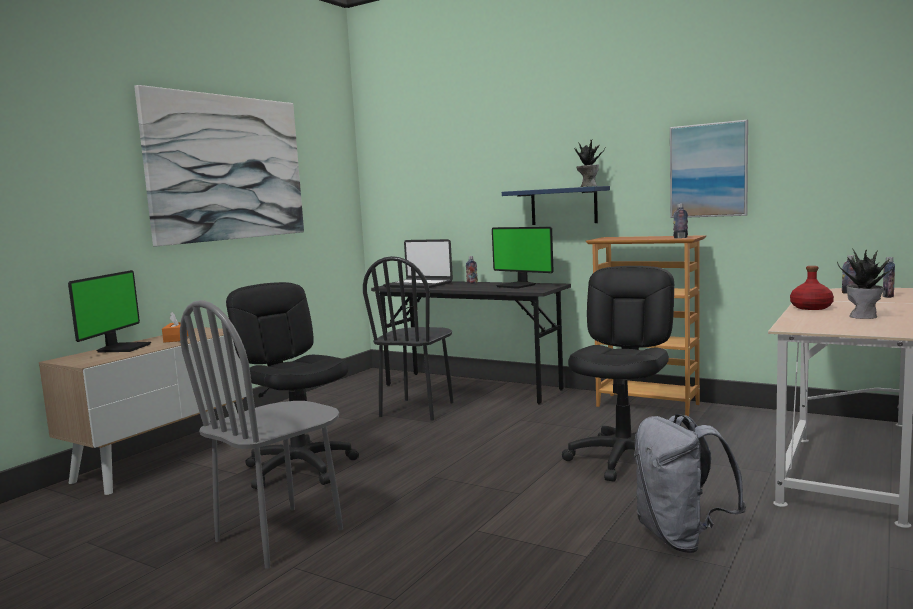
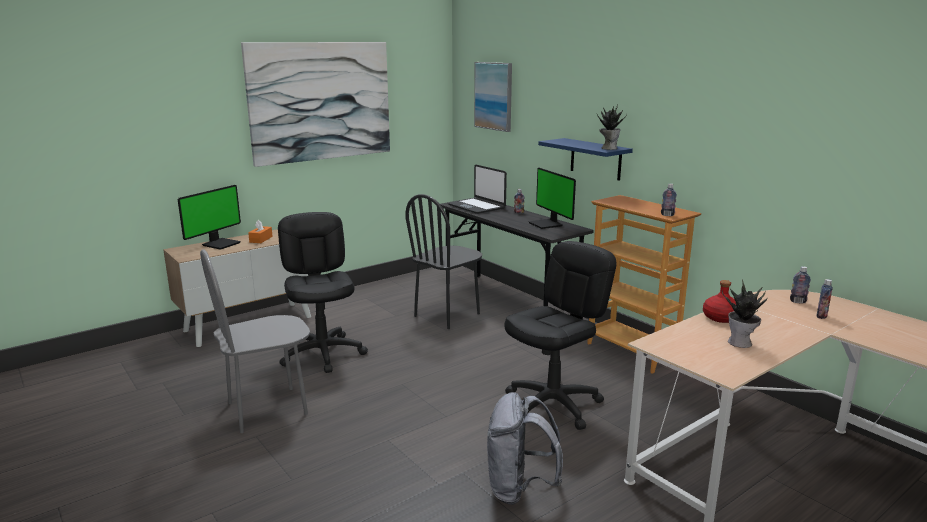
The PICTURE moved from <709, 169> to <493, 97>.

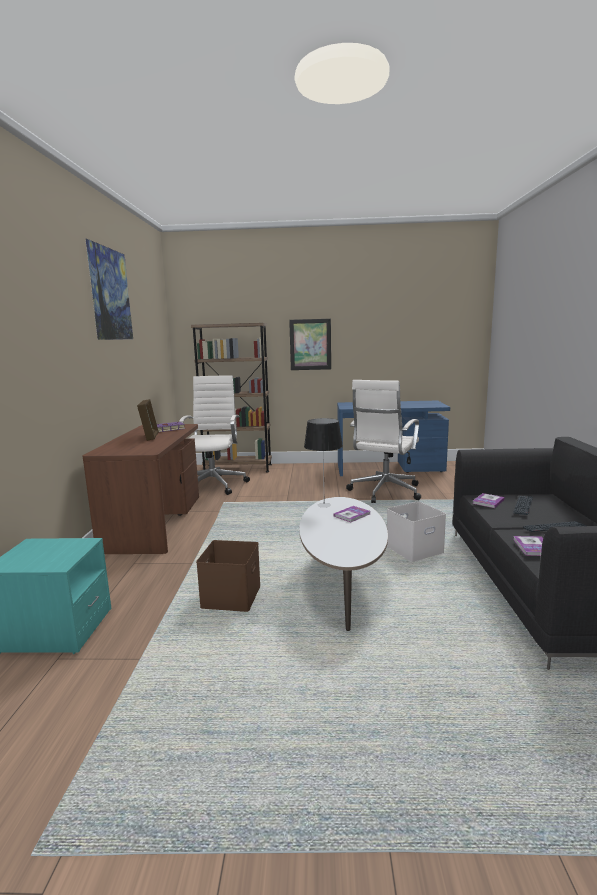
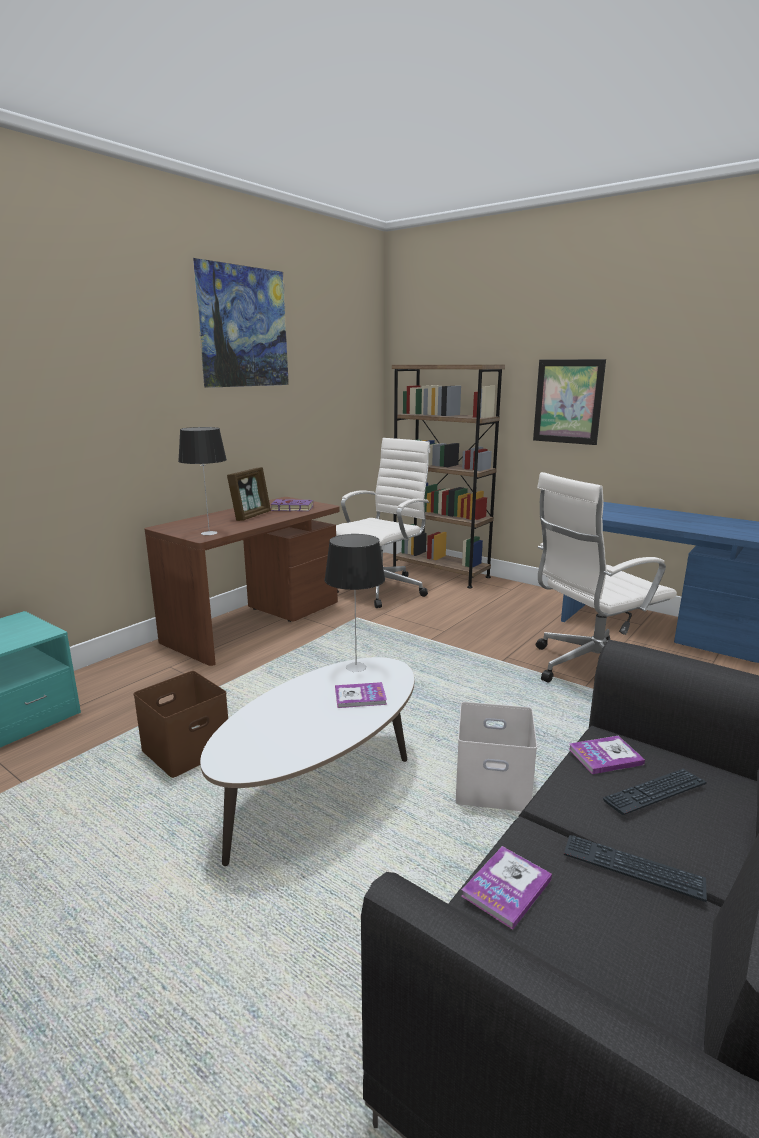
The TABLE LAMP at <202, 481> appeared.

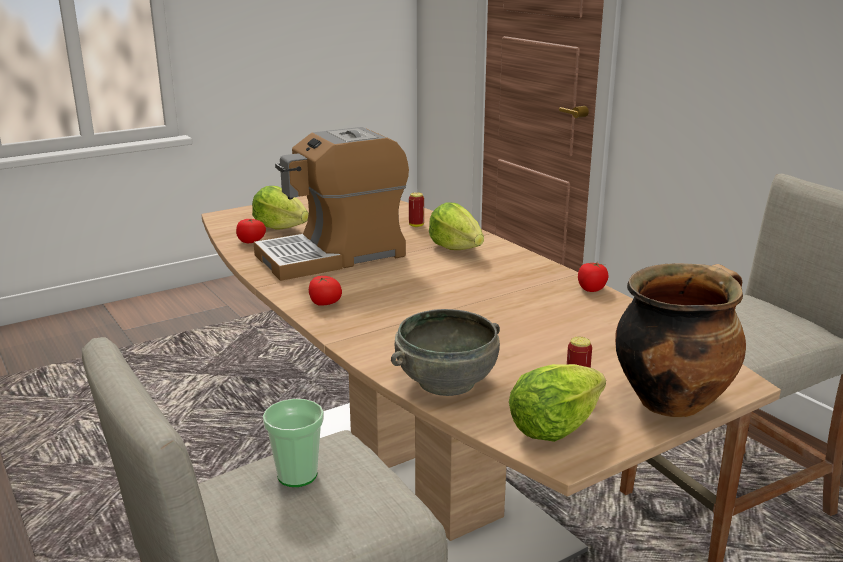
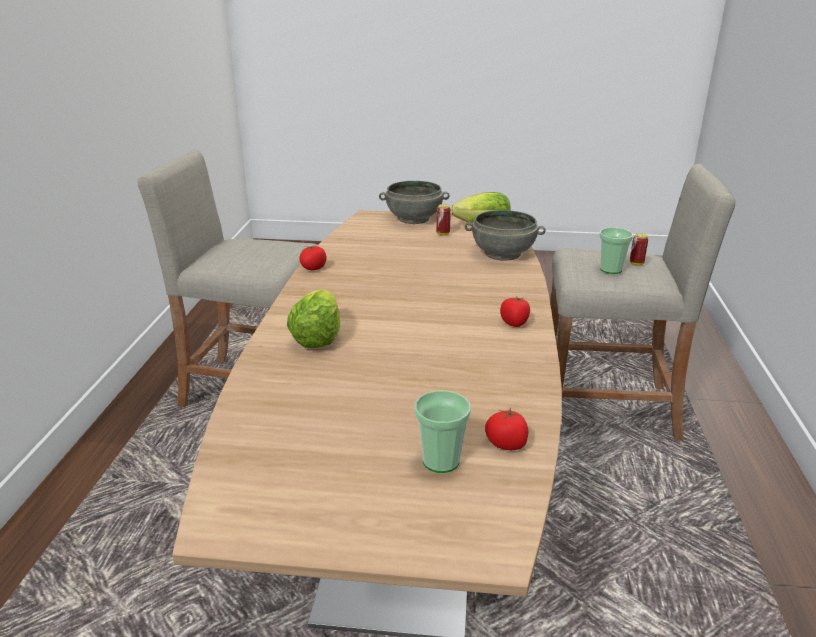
The LETTUCE at <280, 208> was replaced by the CUP at <442, 432>.
The COFFEE MACHINE at <331, 204> disappeared.
The CAN moved from <416, 209> to <639, 249>.
The COOKING POT at <680, 340> was replaced by the GREY BOWL at <414, 202>.

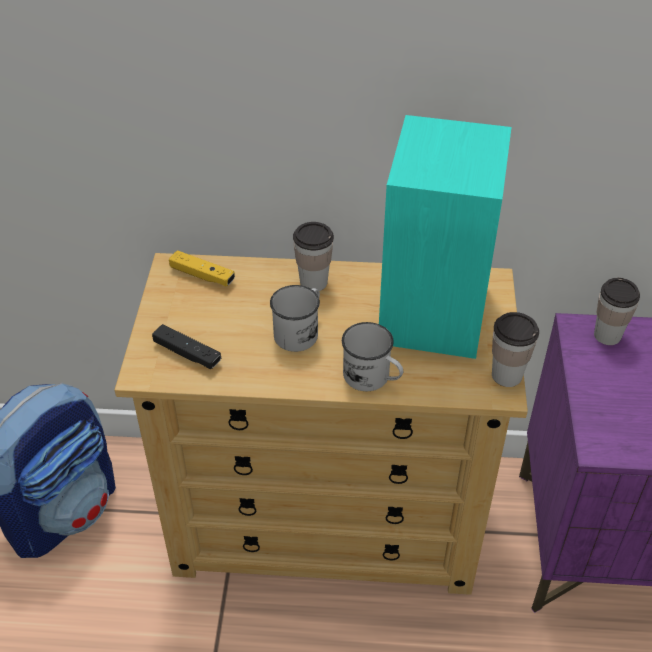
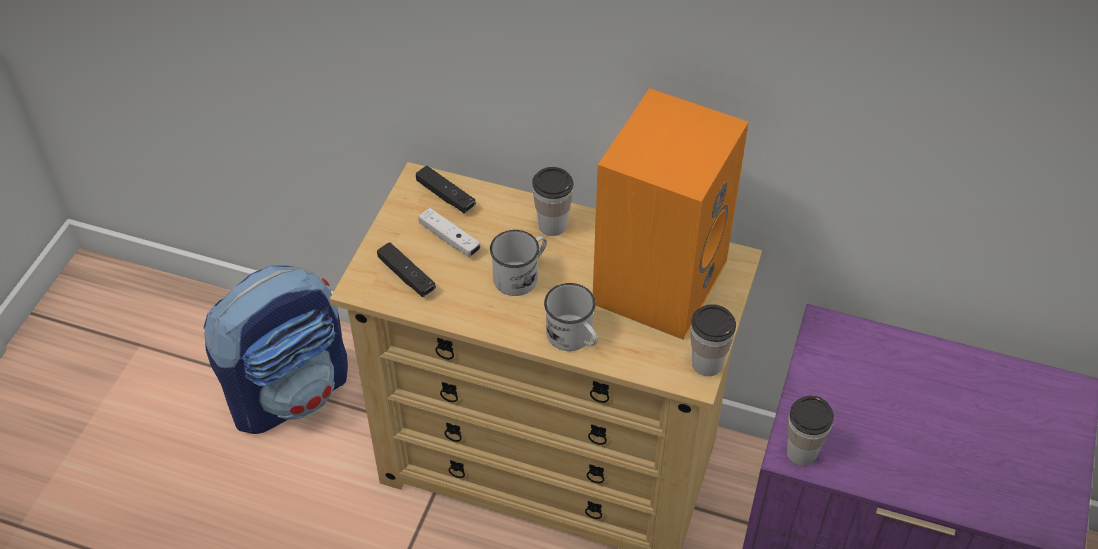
The YELLOW GAME CONTROLLER at <202, 268> became the BLACK GAME CONTROLLER at <446, 189>.
The TURQUOISE SPEAKER at <445, 237> became the ORANGE SPEAKER at <671, 214>.
The CUP moved from <617, 311> to <810, 430>.
The WHITE GAME CONTROLLER at <449, 232> appeared.

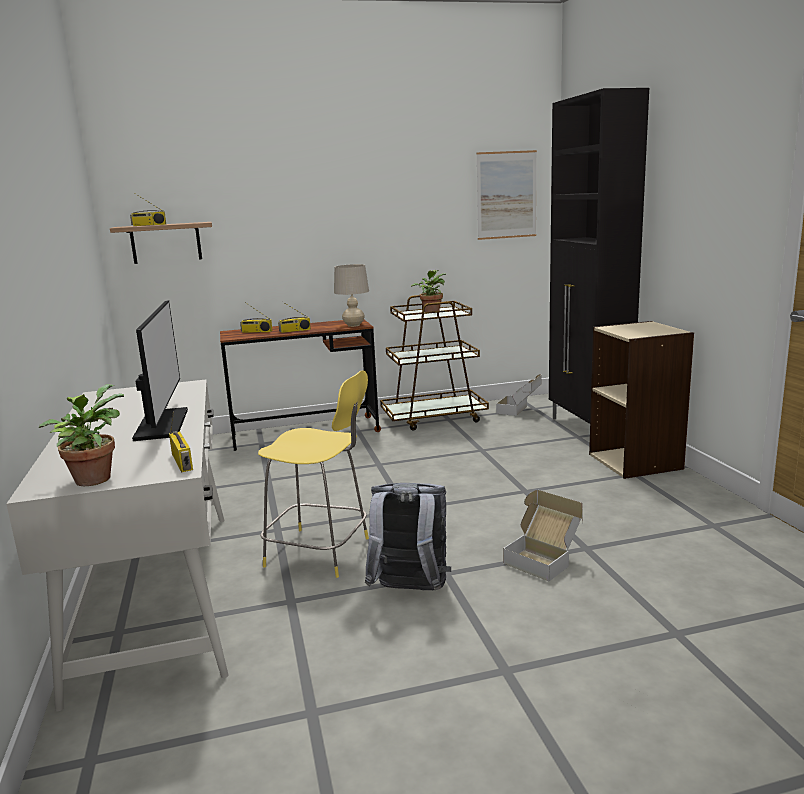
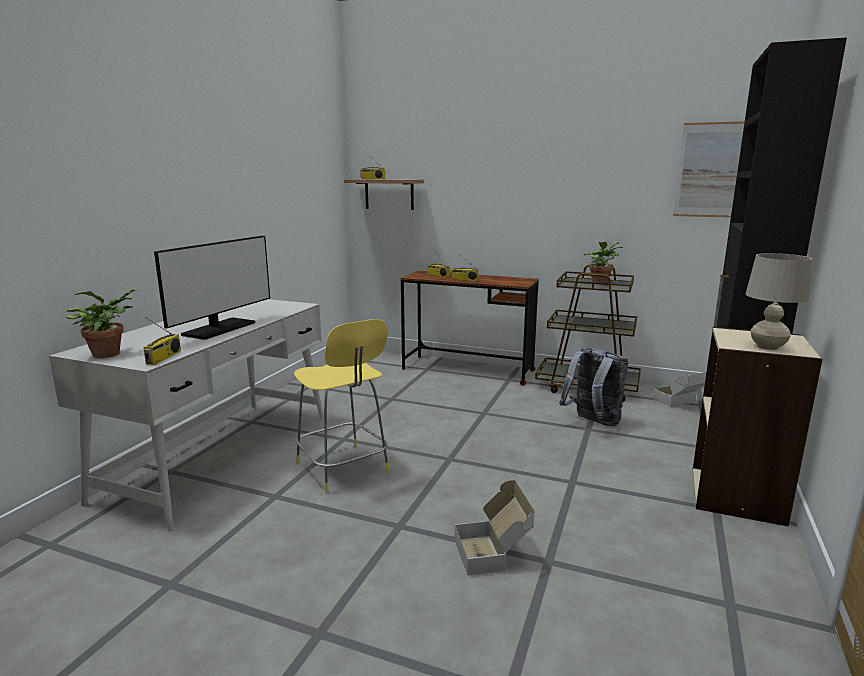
The BEIGE TABLE LAMP moved from <351, 295> to <779, 301>.
The GREY BACKPACK moved from <408, 536> to <593, 387>.

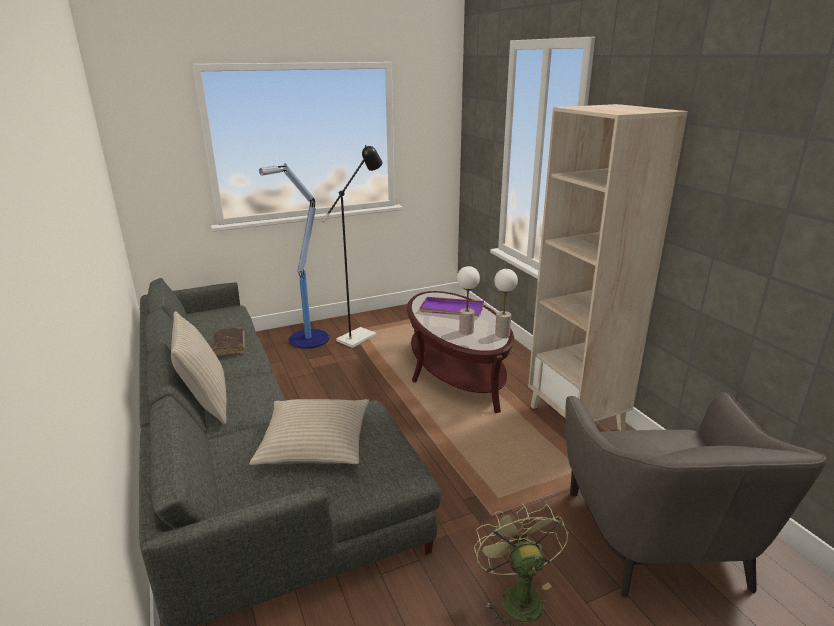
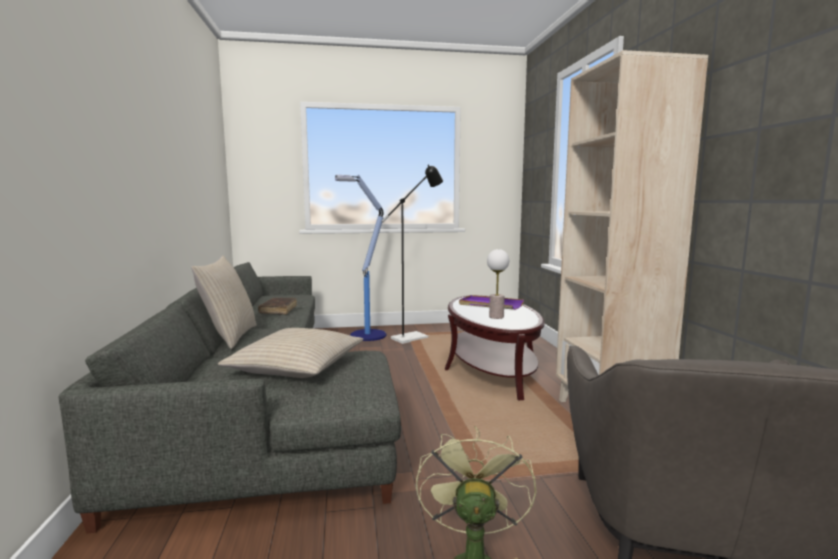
The TABLE LAMP at <506, 303> disappeared.

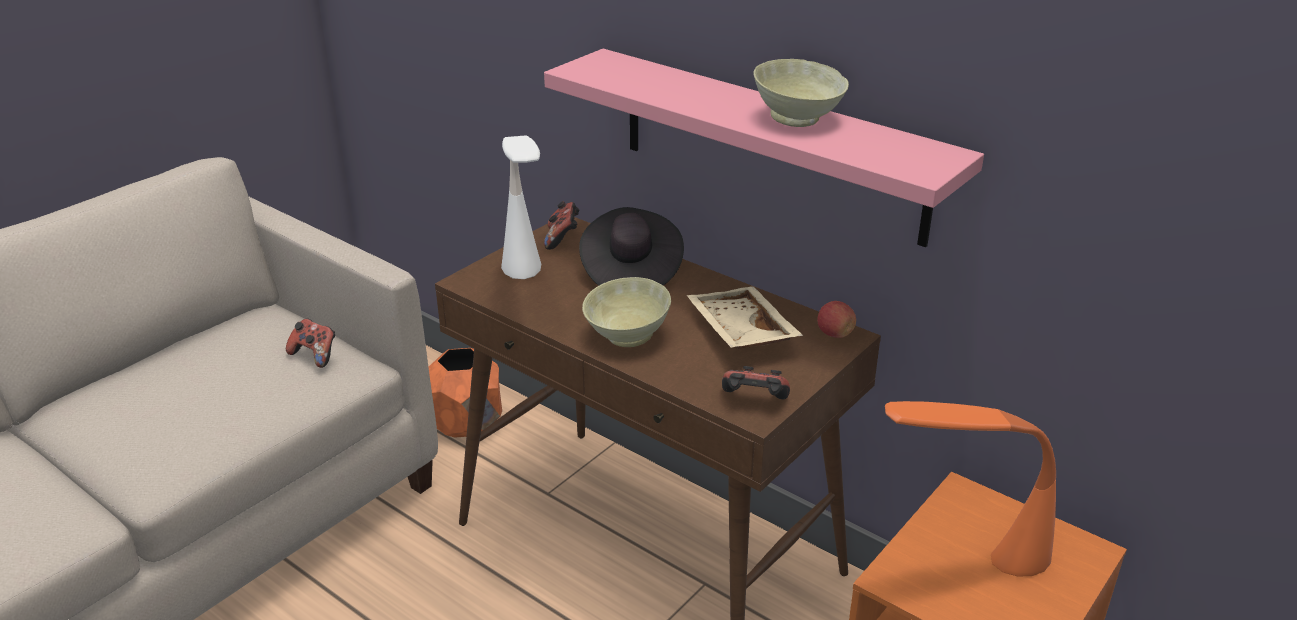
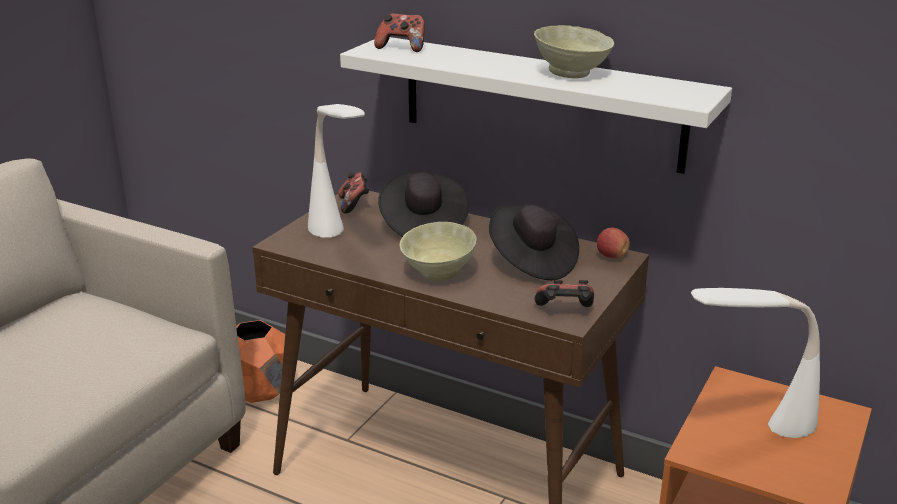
The GAME CONTROLLER moved from <310, 343> to <399, 32>.
The PINK SHELF at <764, 148> became the WHITE SHELF at <536, 105>.
The BEIGE TRAY at <744, 317> was replaced by the BLACK HAT at <534, 242>.
The ORANGE TABLE LAMP at <970, 489> became the WHITE TABLE LAMP at <755, 363>.

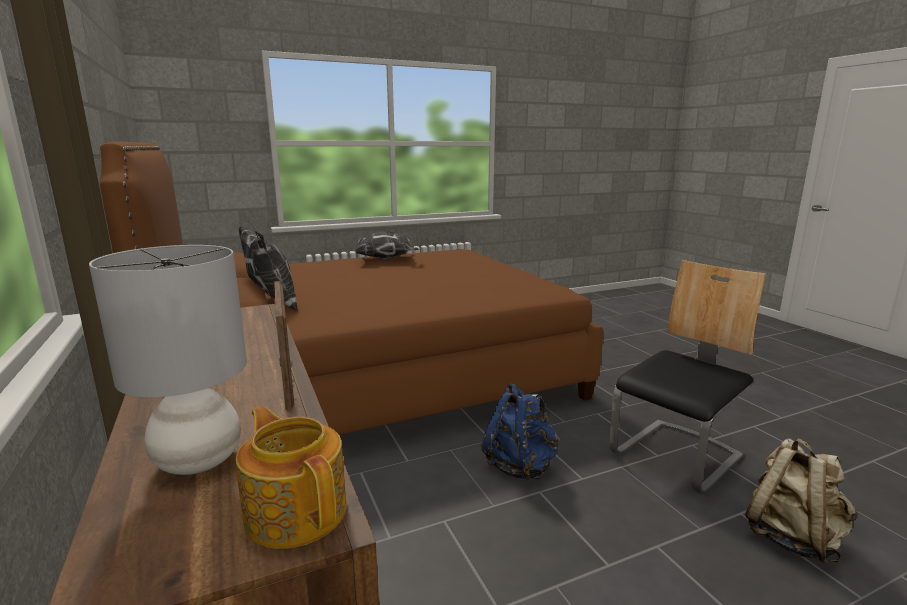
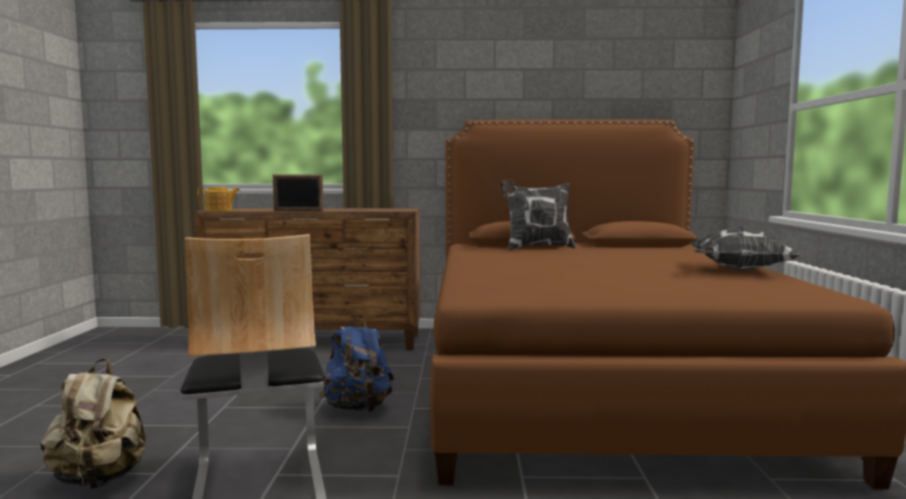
The GREY TABLE LAMP at <168, 360> disappeared.

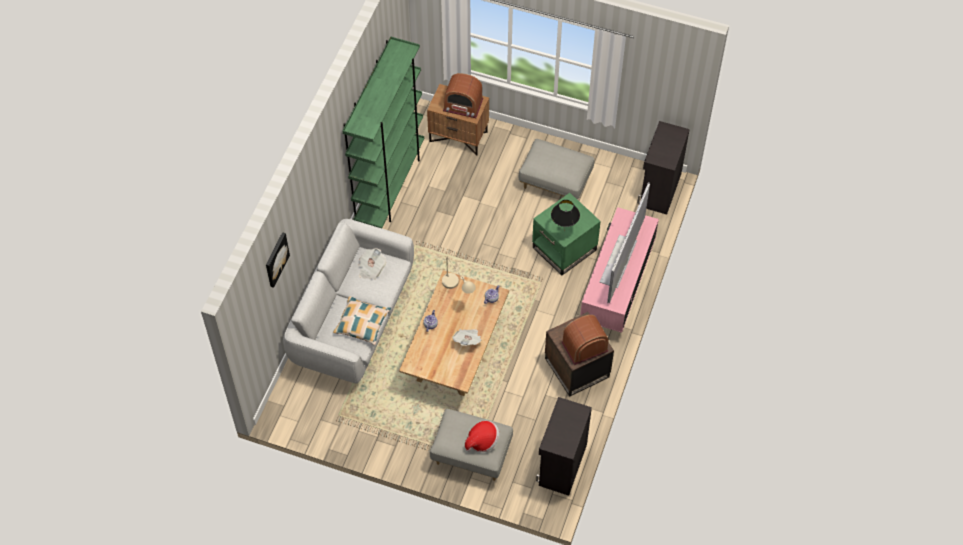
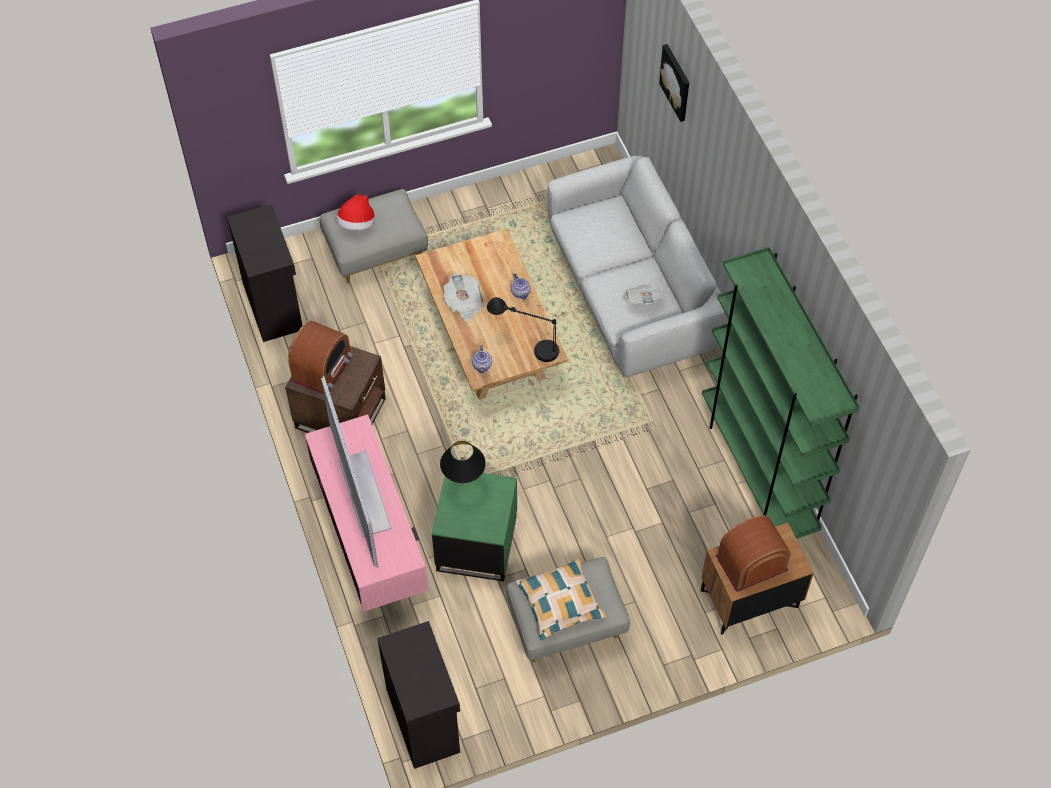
The PILLOW moved from <362, 320> to <561, 600>.
The BEIGE TABLE LAMP at <459, 275> became the BLACK TABLE LAMP at <523, 329>.

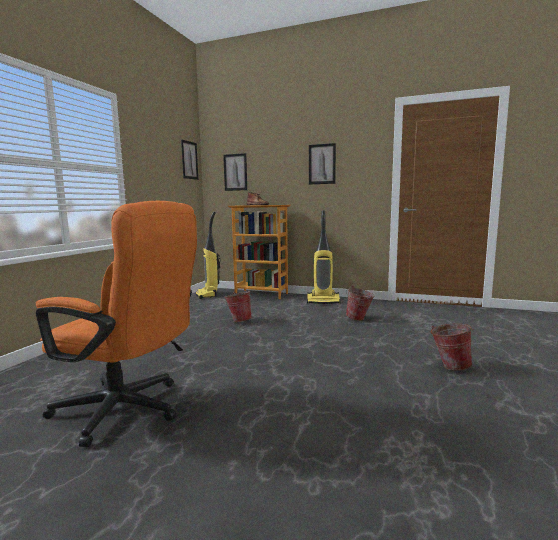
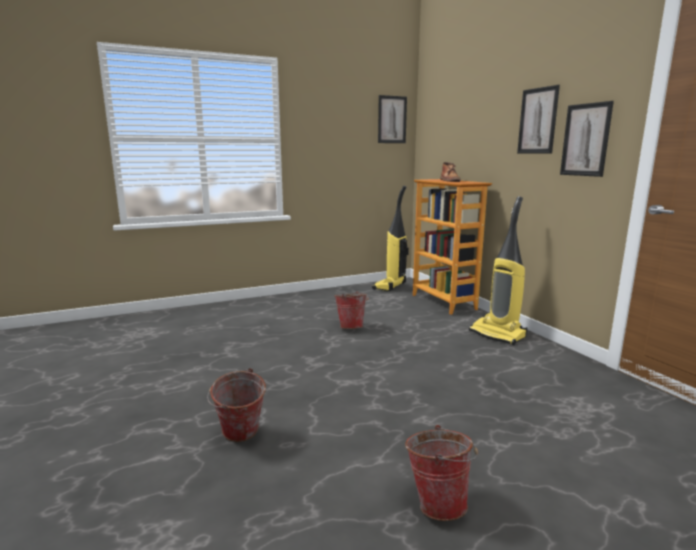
The ORANGE OFFICE CHAIR at <116, 324> disappeared.
The PICTURE moved from <235, 172> to <587, 139>.
The BUCKET moved from <360, 303> to <236, 405>.

